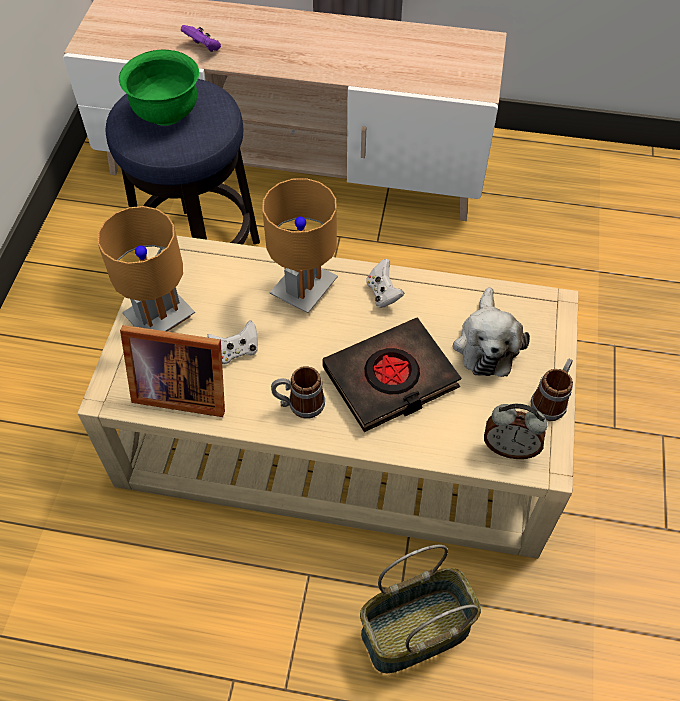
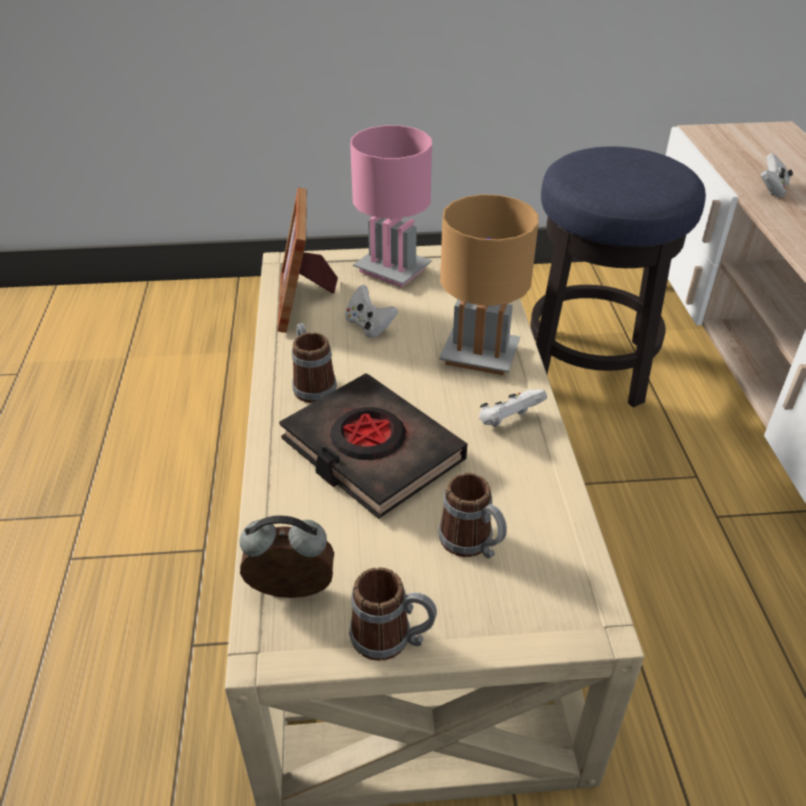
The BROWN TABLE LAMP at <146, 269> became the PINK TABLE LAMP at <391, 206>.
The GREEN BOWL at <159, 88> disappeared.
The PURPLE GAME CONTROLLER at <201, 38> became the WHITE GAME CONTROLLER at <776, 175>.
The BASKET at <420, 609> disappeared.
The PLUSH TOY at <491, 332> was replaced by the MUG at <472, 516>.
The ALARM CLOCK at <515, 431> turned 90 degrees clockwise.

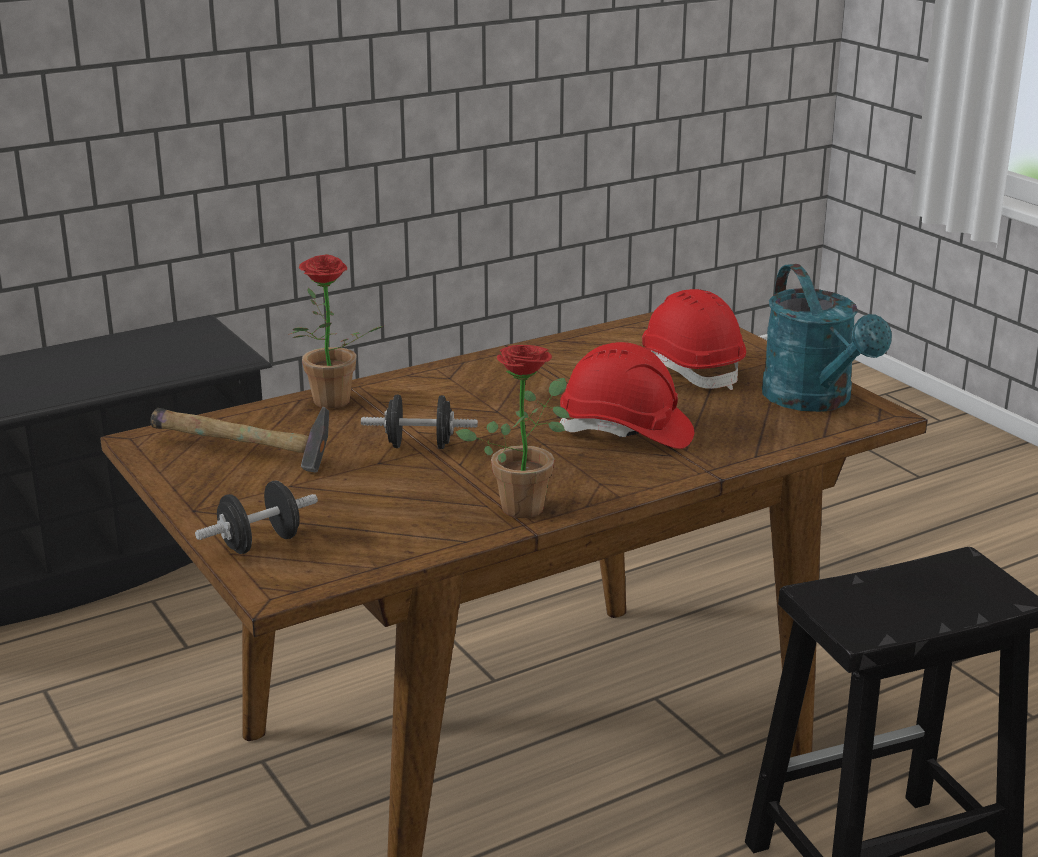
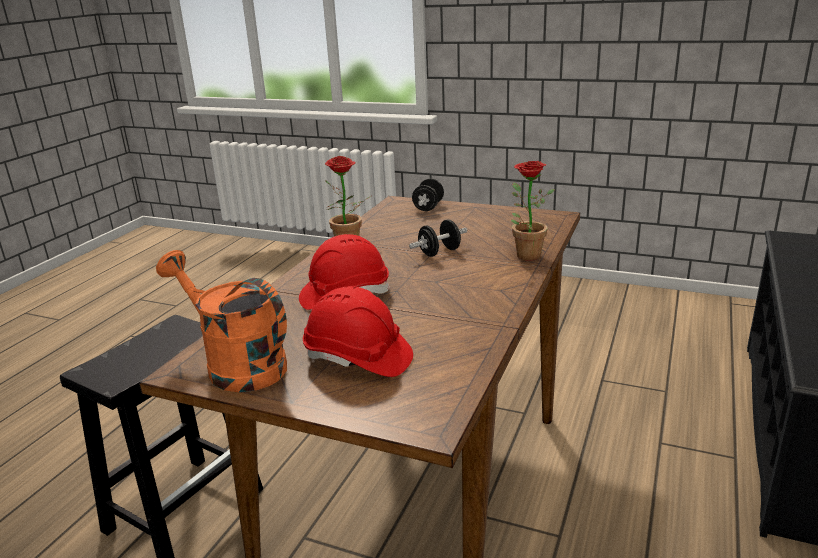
The HAMMER at <239, 440> disappeared.
The TURQUOISE WATERING CAN at <827, 338> became the ORANGE WATERING CAN at <221, 321>.

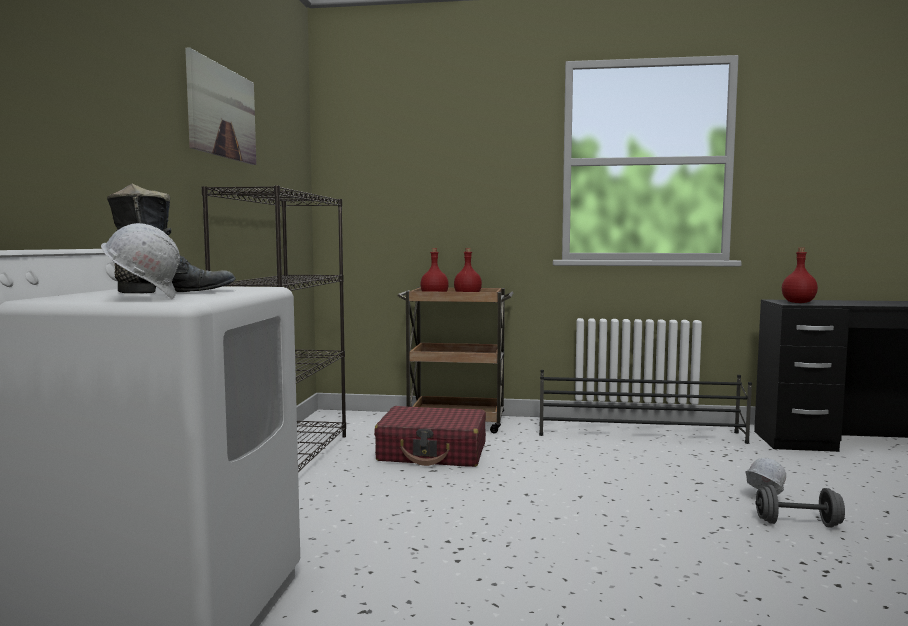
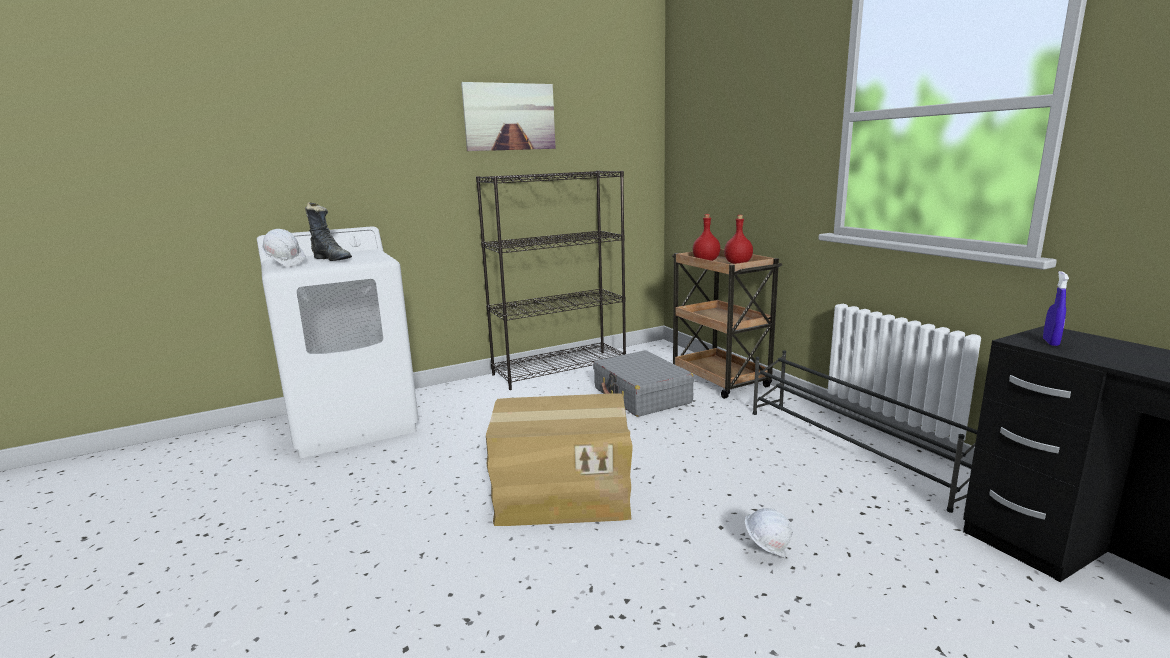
The RED SUITCASE at <430, 436> became the GREY SUITCASE at <643, 383>.
The GREY DUMBBELL at <800, 506> disappeared.
The RED BOTTLE at <800, 275> was replaced by the BLUE SPRAY BOTTLE at <1056, 308>.
The CARDBOARD BOX at <559, 459> appeared.

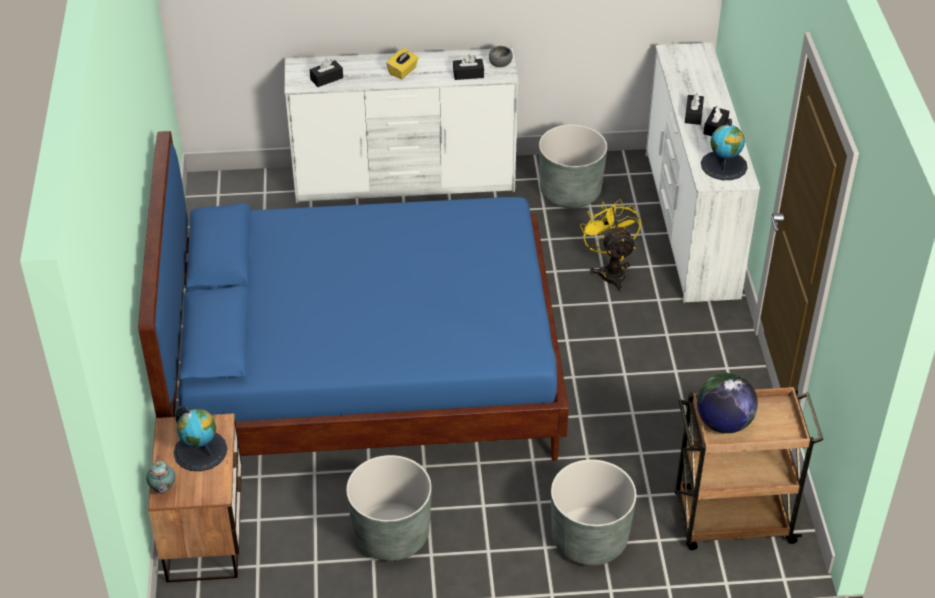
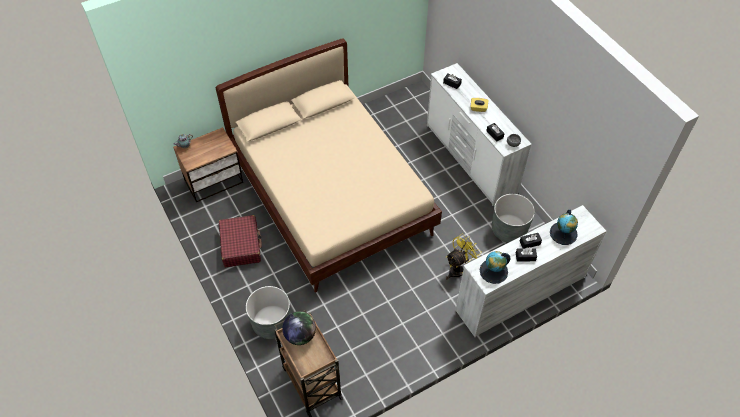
The BLUE BED at <353, 296> became the BEIGE BED at <329, 165>.
The GLOBE moved from <200, 438> to <564, 227>.
The GREY PLANTER at <389, 508> was replaced by the RED SUITCASE at <240, 241>.

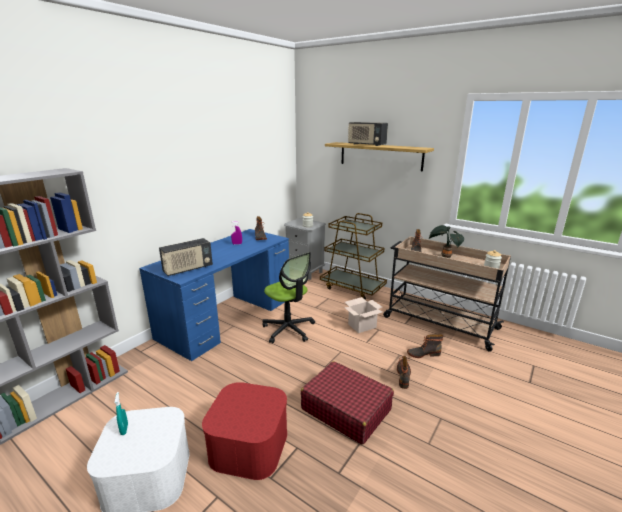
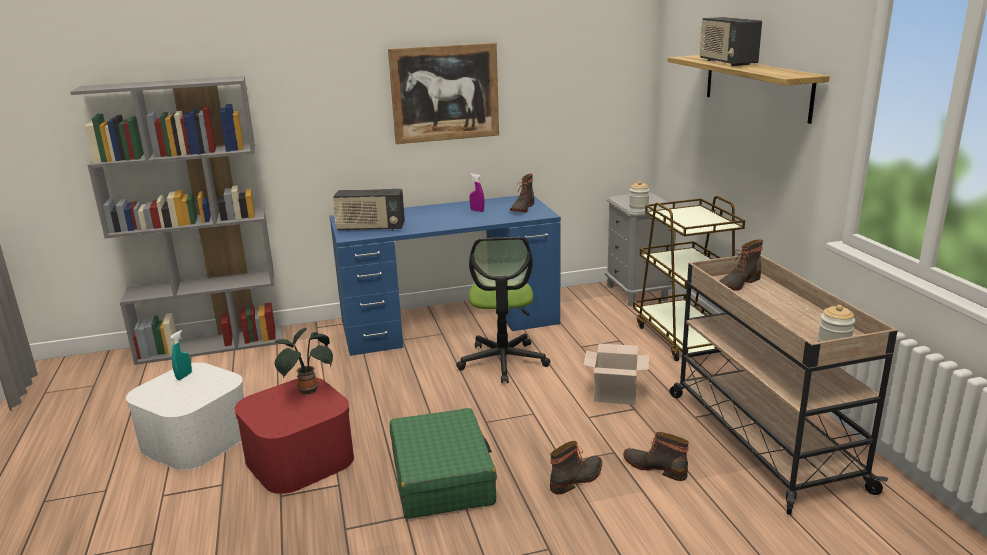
The RED SUITCASE at <347, 403> became the GREEN SUITCASE at <443, 463>.
The POTTED PLANT moved from <446, 241> to <304, 362>.
The PICTURE at <443, 93> appeared.

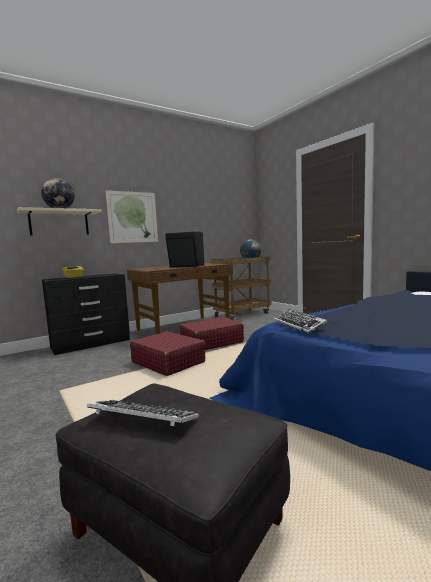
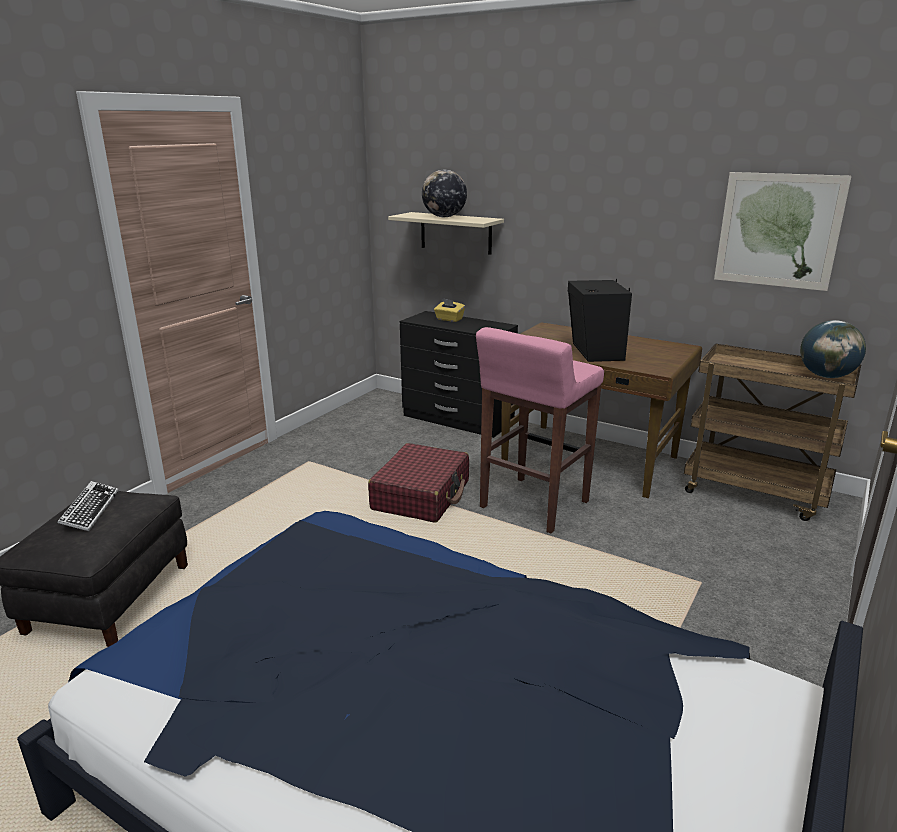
The PICTURE moved from <132, 216> to <783, 231>.
The RED SUITCASE at <212, 333> was replaced by the PINK STOOL at <540, 430>.
The KEYBOARD at <300, 321> disappeared.

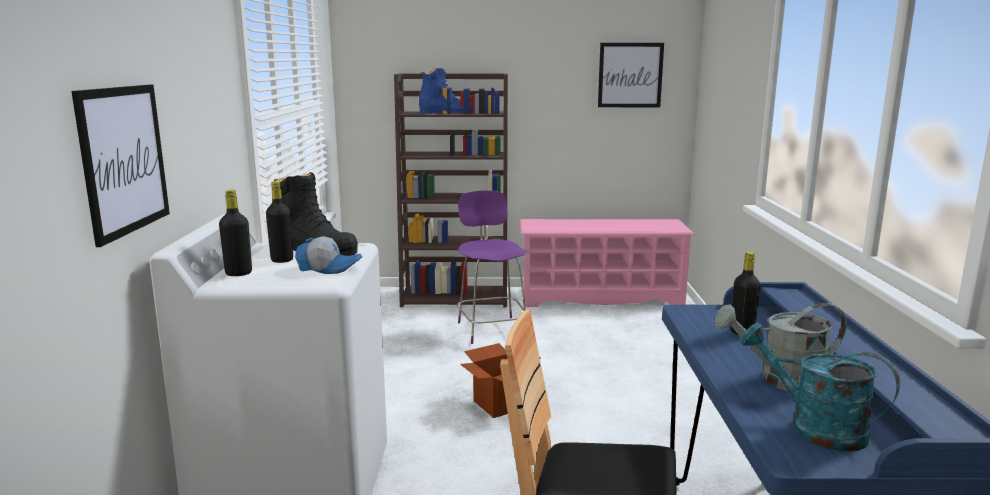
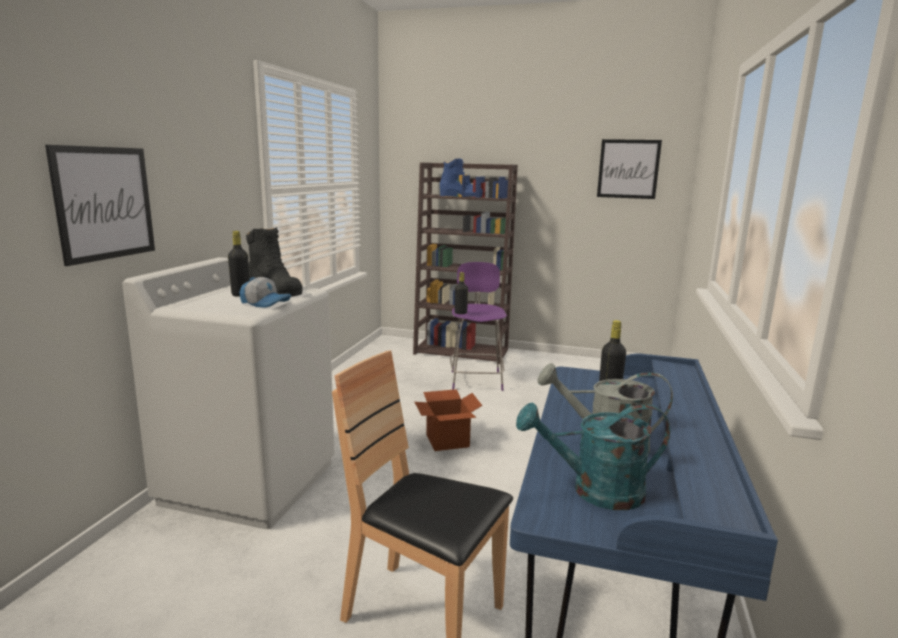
The BLACK BOTTLE moved from <235, 233> to <461, 293>.
The PINK SHOE RACK at <607, 263> disappeared.
The TURQUOISE WATERING CAN at <820, 387> turned 60 degrees counterclockwise.

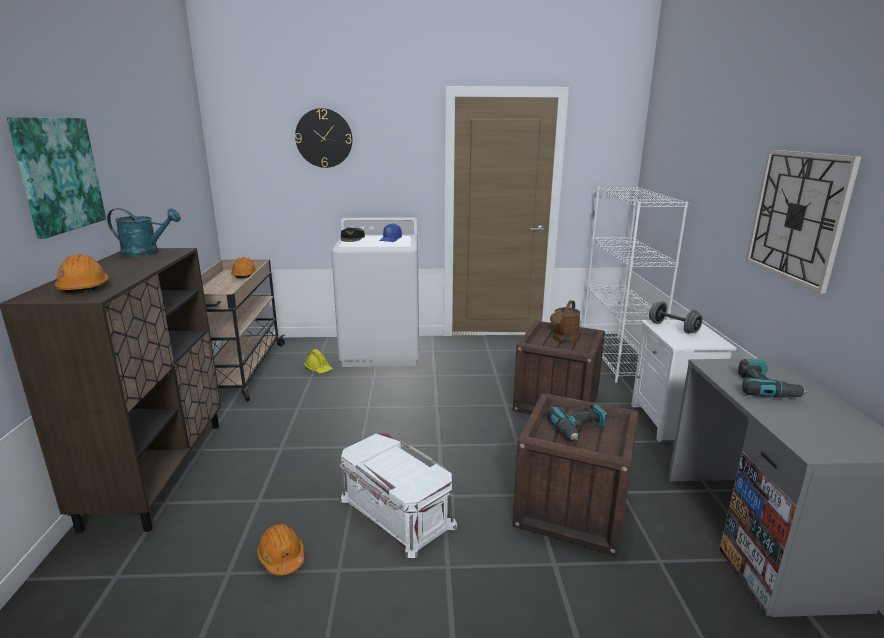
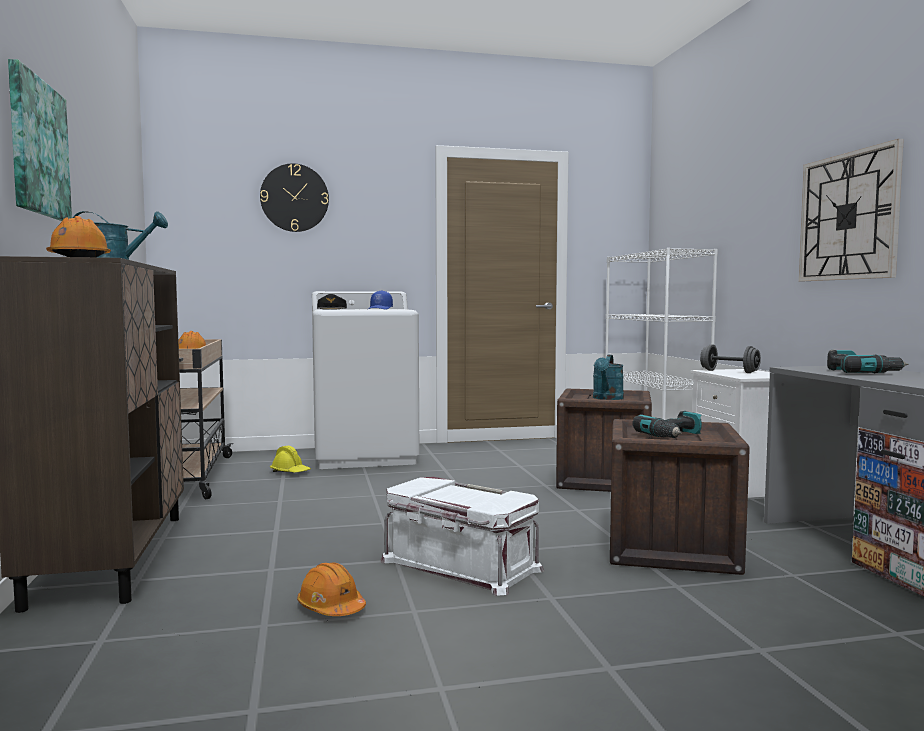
The BROWN WATERING CAN at <565, 321> became the TURQUOISE WATERING CAN at <608, 377>.

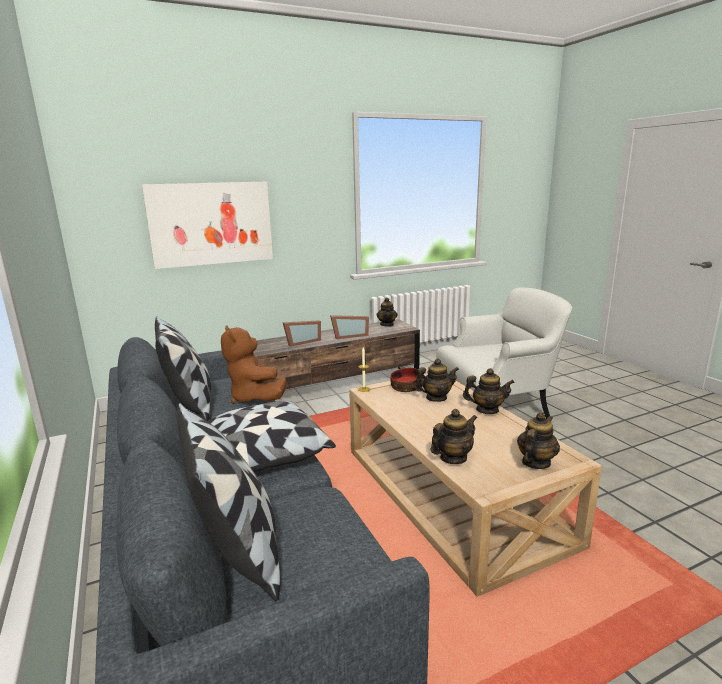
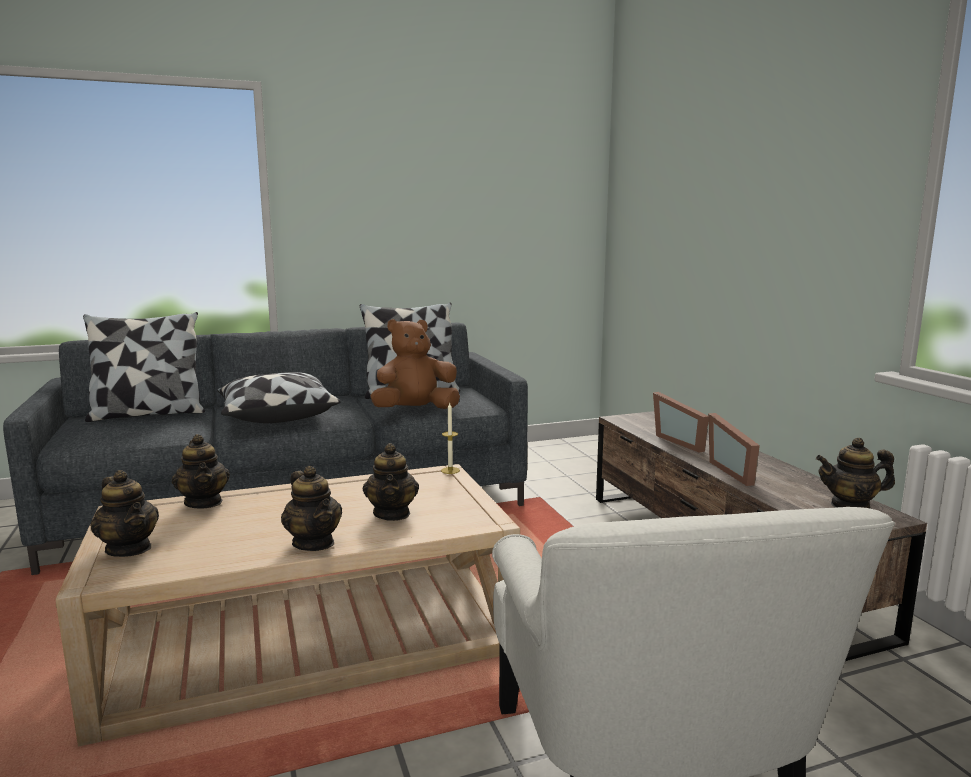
The PICTURE at <207, 225> disappeared.
The BOWL at <407, 380> disappeared.
The TEAPOT at <489, 391> turned 45 degrees counterclockwise.

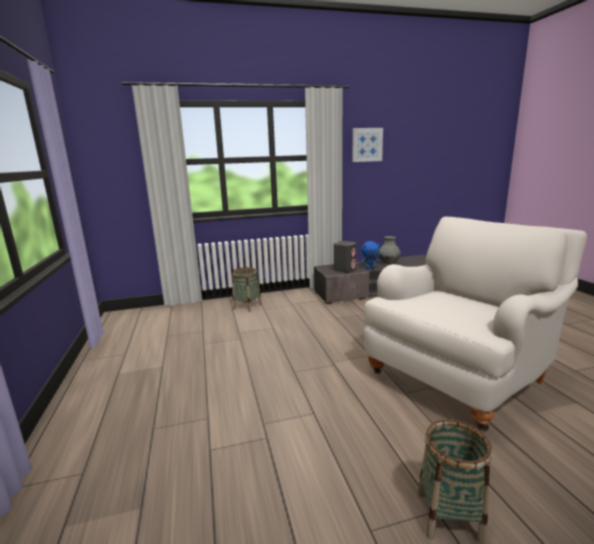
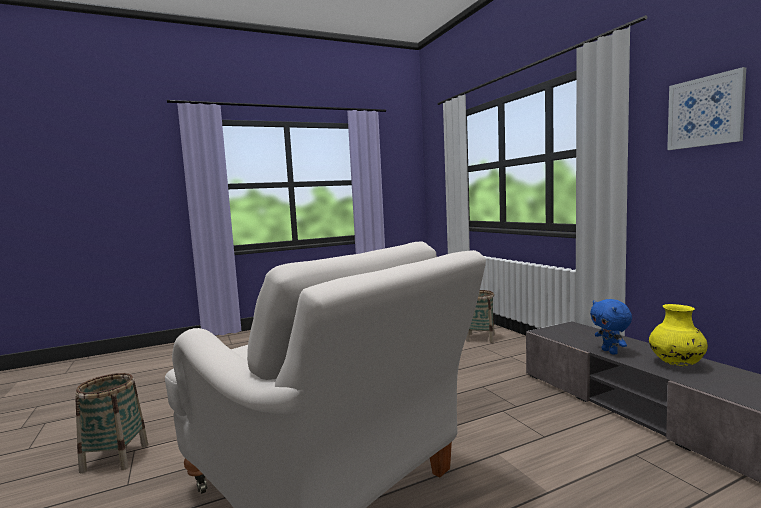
The GREY SPEAKER at <345, 257> disappeared.
The GREY VASE at <389, 250> became the YELLOW VASE at <678, 335>.

